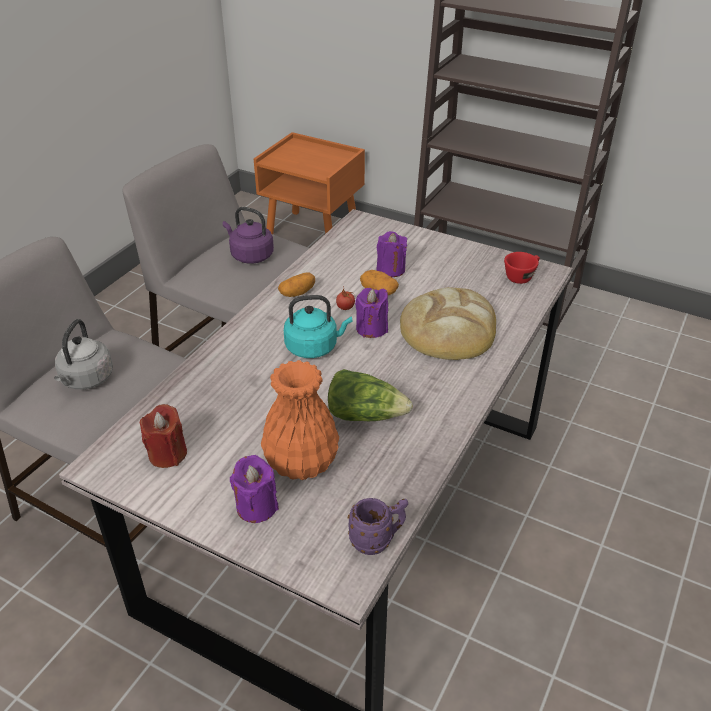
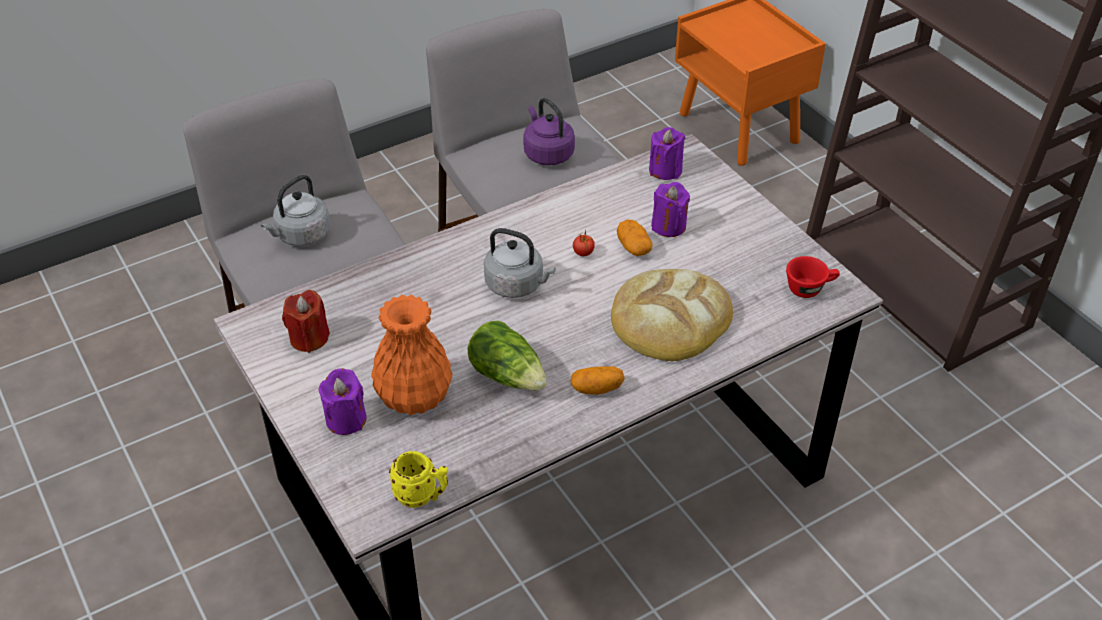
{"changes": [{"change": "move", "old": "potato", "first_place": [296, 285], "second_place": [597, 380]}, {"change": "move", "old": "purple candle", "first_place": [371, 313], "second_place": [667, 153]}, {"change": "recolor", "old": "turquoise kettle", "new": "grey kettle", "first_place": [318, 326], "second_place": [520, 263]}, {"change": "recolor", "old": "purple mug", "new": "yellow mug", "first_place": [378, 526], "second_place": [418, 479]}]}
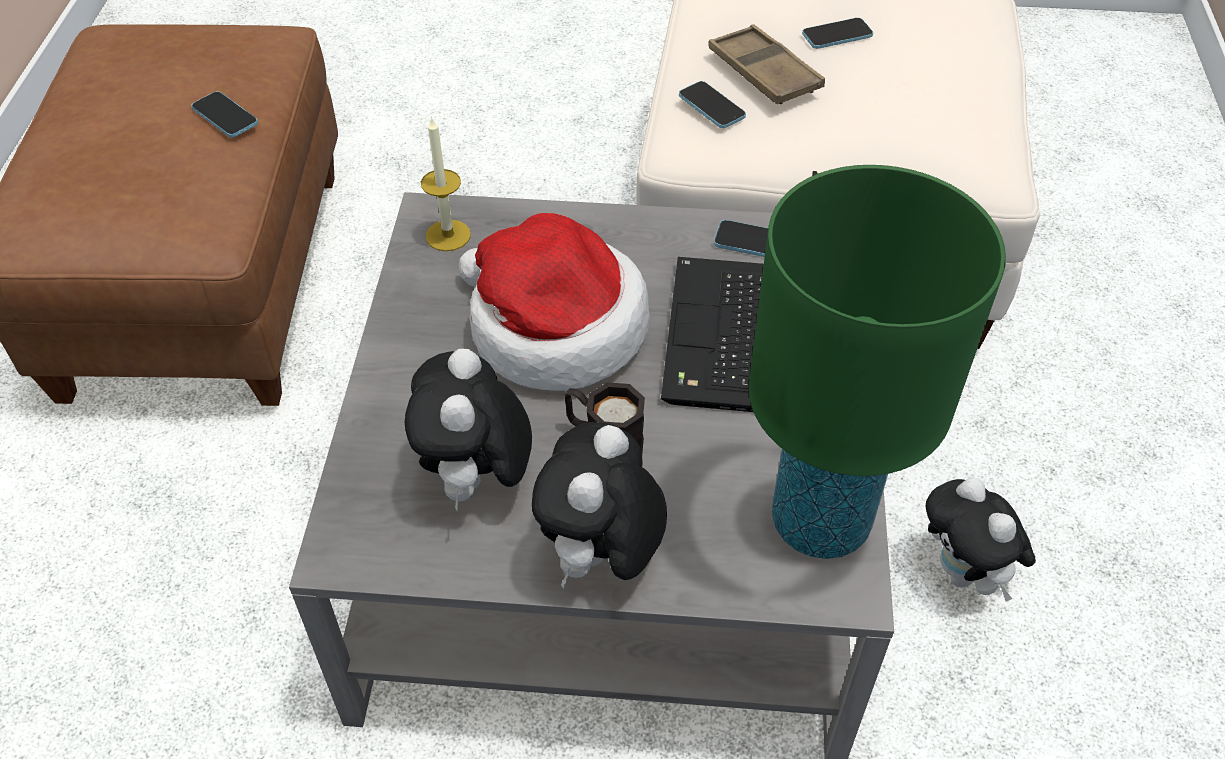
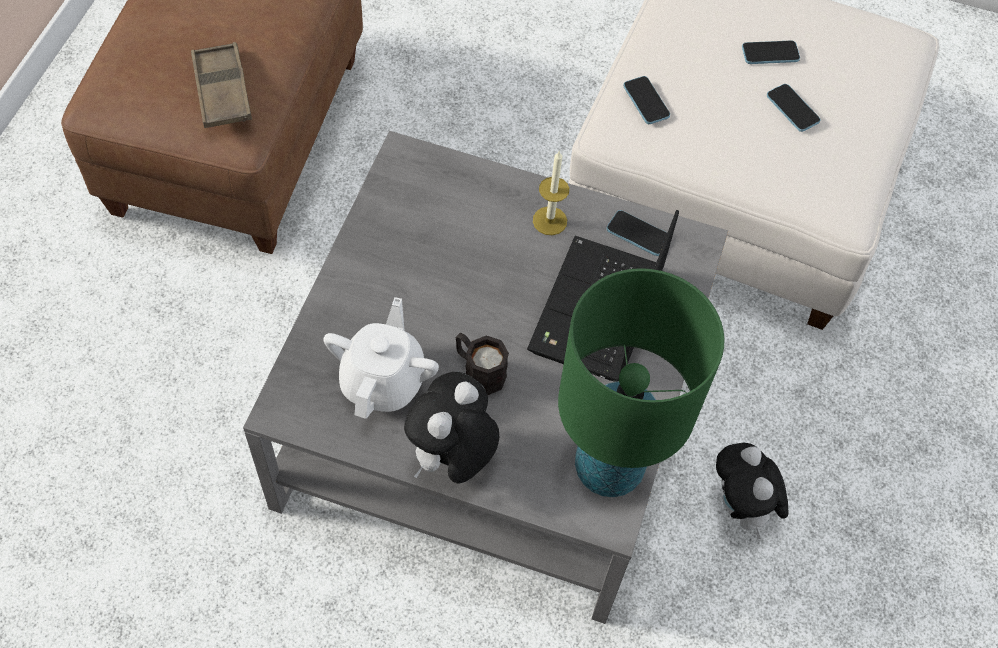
{"changes": [{"change": "delete", "old": "hat", "first_place": [554, 302]}, {"change": "move", "old": "phone", "first_place": [224, 114], "second_place": [794, 108]}, {"change": "move", "old": "candle", "first_place": [446, 184], "second_place": [551, 192]}, {"change": "move", "old": "brown tray", "first_place": [766, 64], "second_place": [221, 85]}, {"change": "replace", "old": "plush toy", "new": "white teapot", "first_place": [468, 430], "second_place": [381, 358]}]}
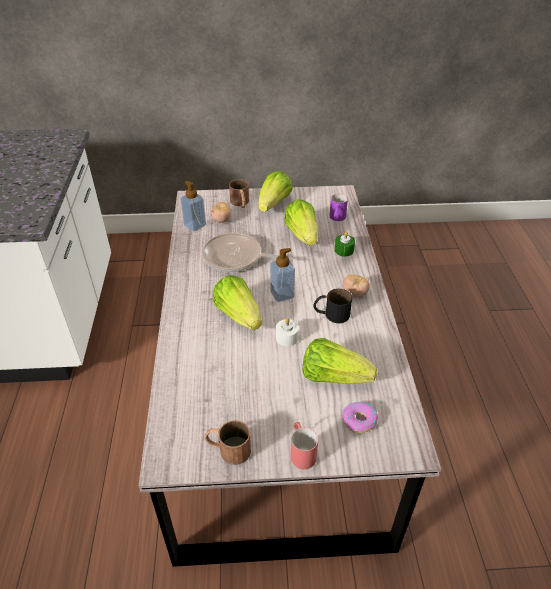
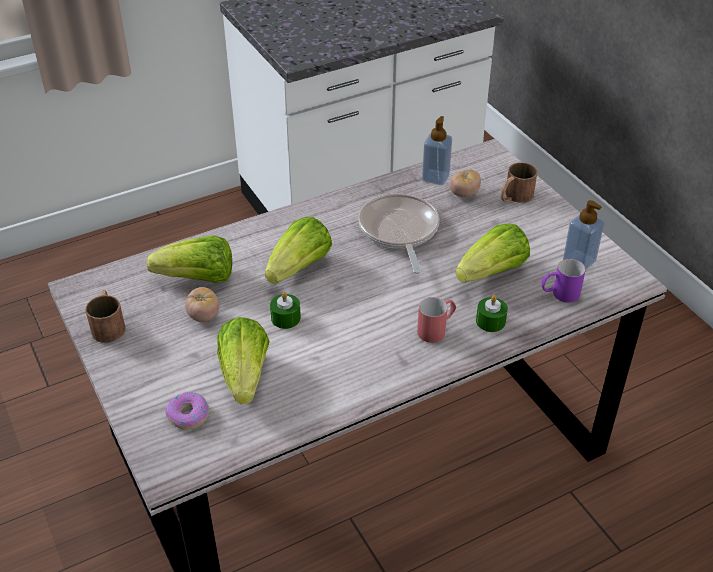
{"changes": [{"change": "delete", "old": "black mug", "first_place": [332, 306]}, {"change": "move", "old": "lettuce", "first_place": [275, 191], "second_place": [189, 259]}, {"change": "move", "old": "soap dispenser", "first_place": [282, 275], "second_place": [583, 234]}, {"change": "move", "old": "red mug", "first_place": [304, 445], "second_place": [436, 320]}, {"change": "move", "old": "tomato", "first_place": [356, 286], "second_place": [202, 304]}, {"change": "recolor", "old": "white candle", "new": "green candle", "first_place": [287, 332], "second_place": [285, 310]}]}
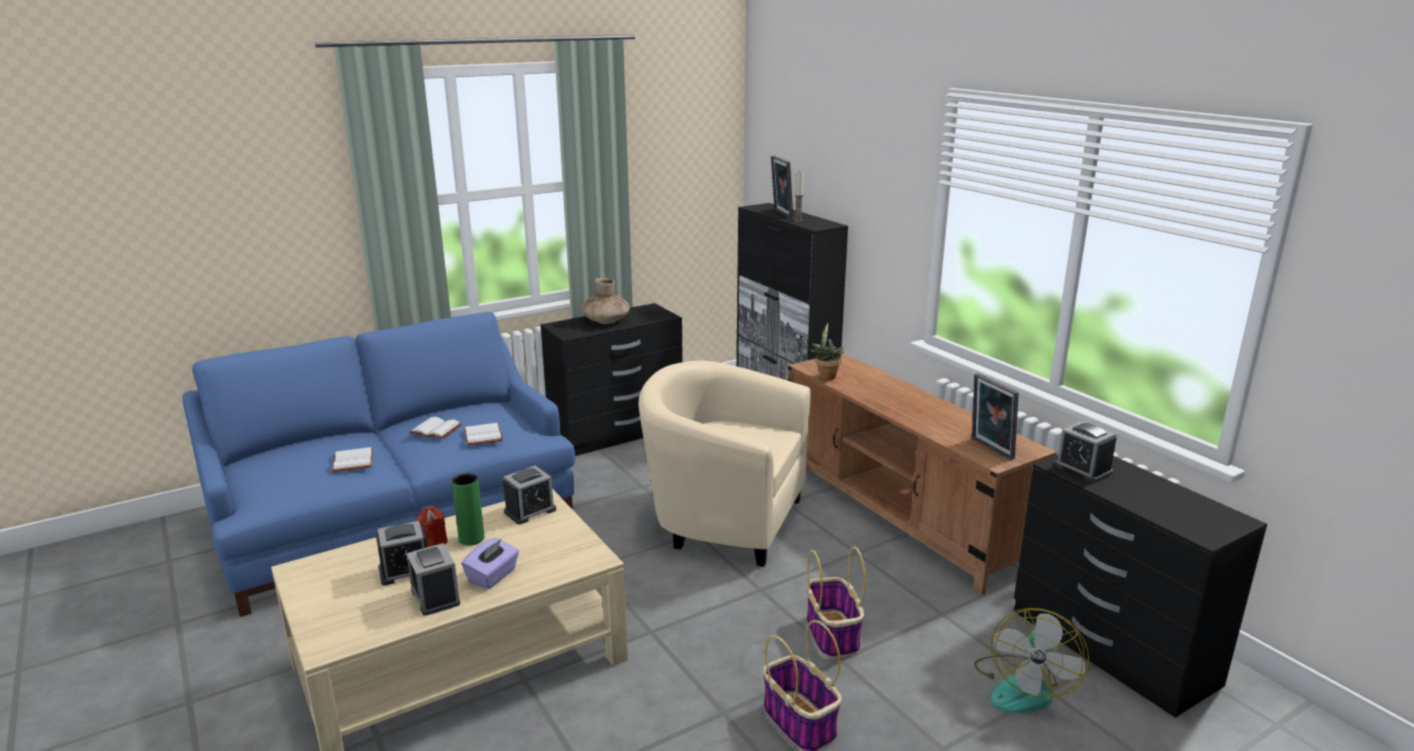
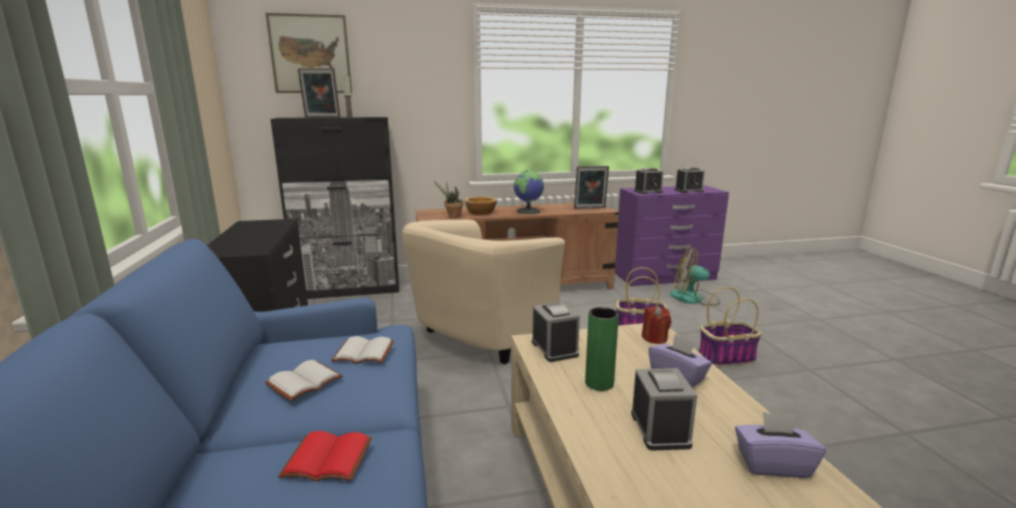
{"changes": [{"change": "delete", "old": "brown vase", "first_place": [605, 301]}, {"change": "insert", "new": "picture", "second_place": [309, 53]}, {"change": "insert", "new": "bowl", "second_place": [481, 206]}, {"change": "insert", "new": "globe", "second_place": [529, 192]}, {"change": "insert", "new": "purple tissue box", "second_place": [780, 445]}, {"change": "move", "old": "alarm clock", "first_place": [433, 579], "second_place": [690, 180]}, {"change": "move", "old": "red candle", "first_place": [432, 526], "second_place": [656, 325]}, {"change": "recolor", "old": "white book", "new": "red book", "first_place": [352, 459], "second_place": [325, 456]}, {"change": "recolor", "old": "black dresser", "new": "purple dresser", "first_place": [1140, 586], "second_place": [672, 235]}, {"change": "rotate", "old": "fan", "first_place": [1031, 660], "second_place": [695, 276], "degrees": 150}]}
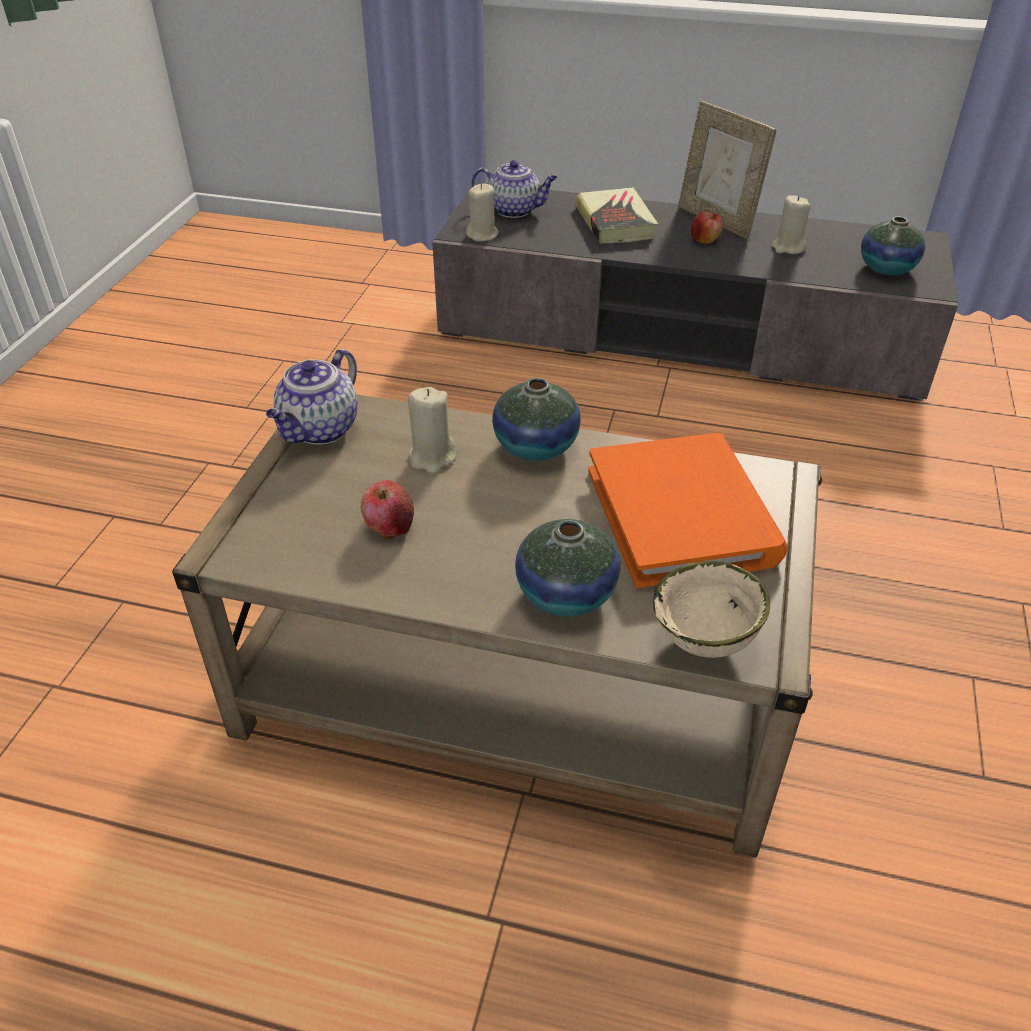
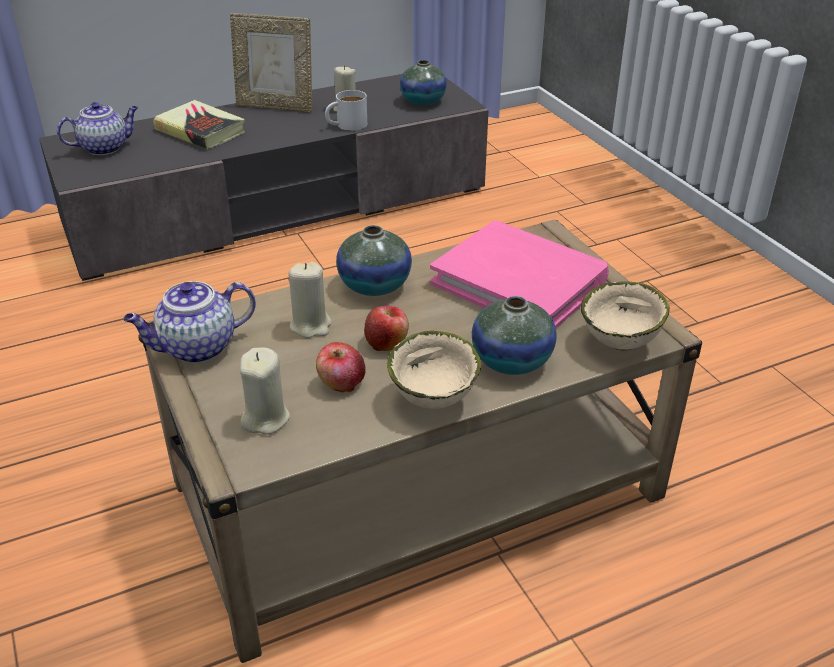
{"changes": [{"change": "insert", "new": "white mug", "second_place": [346, 110]}, {"change": "insert", "new": "beige bowl", "second_place": [434, 370]}, {"change": "move", "old": "beige candle", "first_place": [482, 212], "second_place": [265, 391]}, {"change": "move", "old": "apple", "first_place": [707, 227], "second_place": [386, 328]}, {"change": "recolor", "old": "orange book", "new": "pink book", "first_place": [688, 510], "second_place": [519, 274]}, {"change": "rotate", "old": "teapot", "first_place": [312, 396], "second_place": [189, 322], "degrees": 75}]}
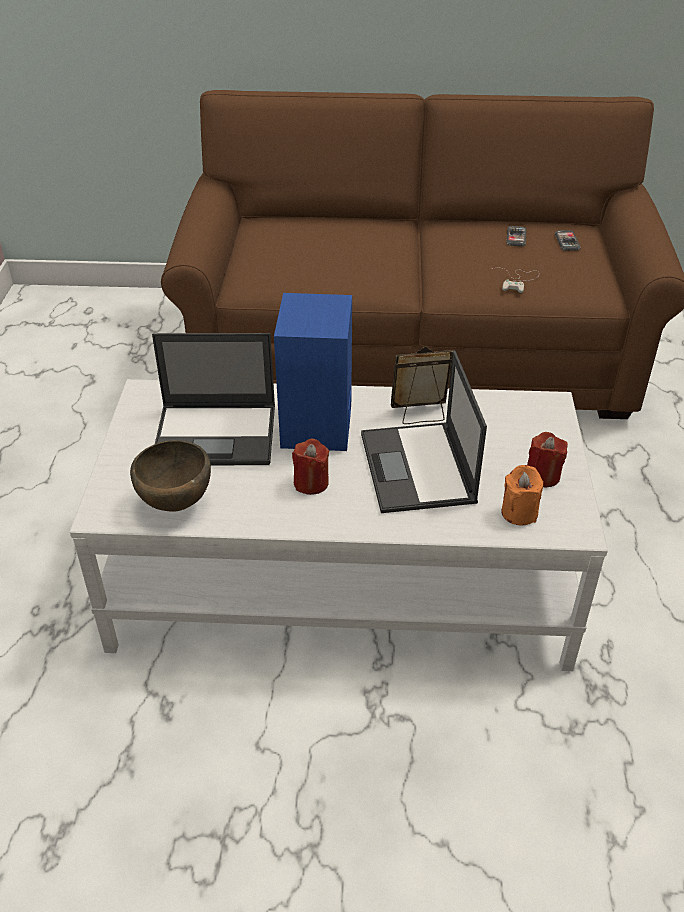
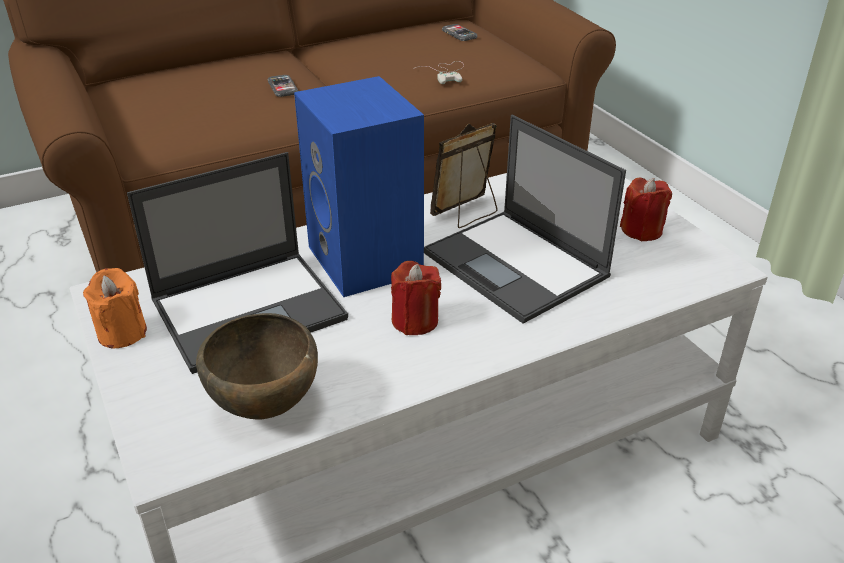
{"changes": [{"change": "move", "old": "orange candle", "first_place": [522, 495], "second_place": [115, 308]}, {"change": "move", "old": "phone", "first_place": [516, 236], "second_place": [283, 86]}]}
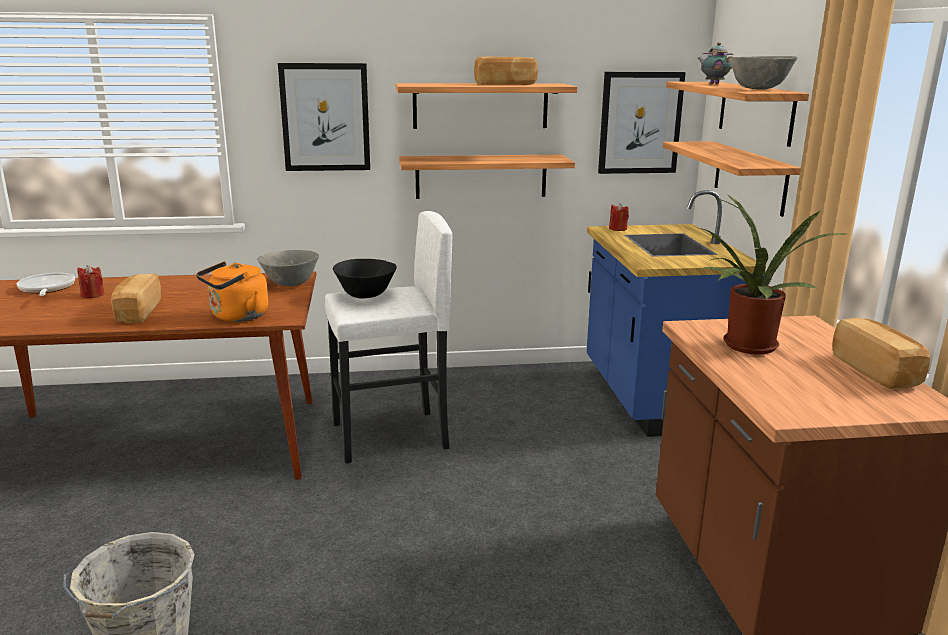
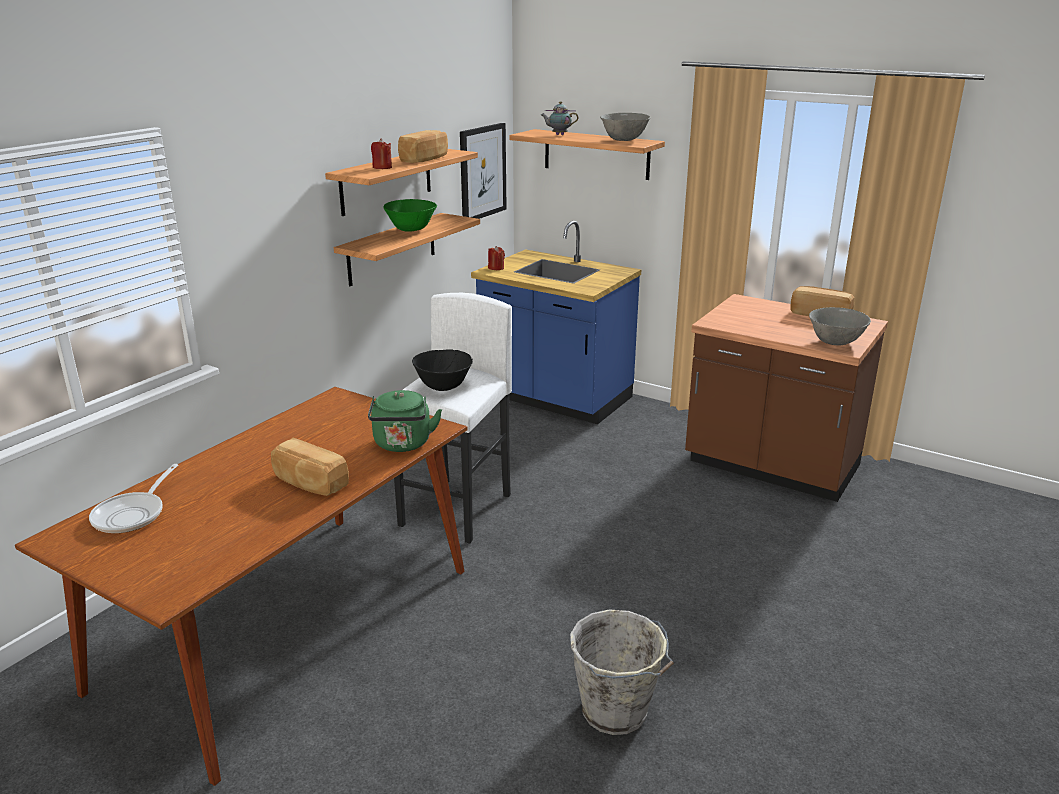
{"changes": [{"change": "delete", "old": "picture", "first_place": [324, 117]}, {"change": "delete", "old": "shelf", "first_place": [732, 179]}, {"change": "delete", "old": "potted plant", "first_place": [772, 274]}, {"change": "insert", "new": "green bowl", "second_place": [410, 215]}, {"change": "move", "old": "red candle", "first_place": [90, 281], "second_place": [381, 153]}, {"change": "move", "old": "grey bowl", "first_place": [288, 268], "second_place": [840, 326]}, {"change": "recolor", "old": "orange kettle", "new": "green kettle", "first_place": [232, 291], "second_place": [405, 421]}, {"change": "rotate", "old": "frying pan", "first_place": [46, 284], "second_place": [133, 498], "degrees": -90}]}
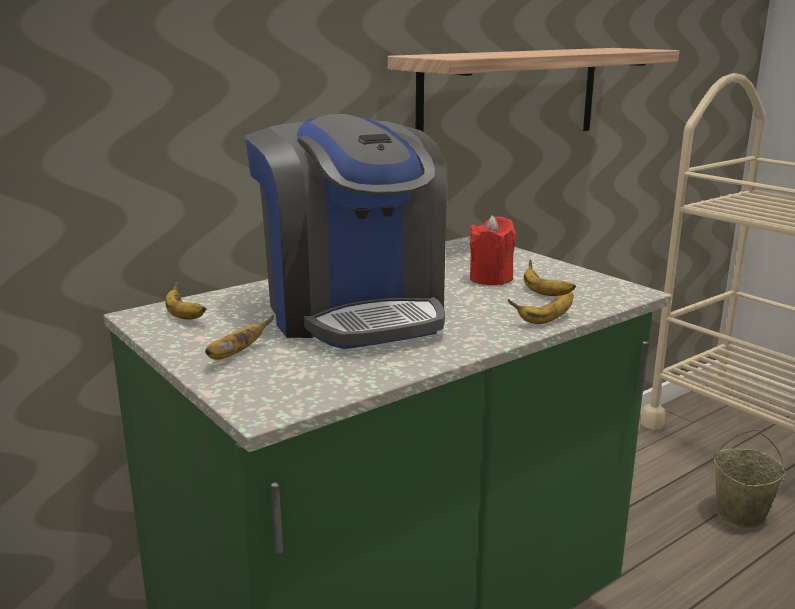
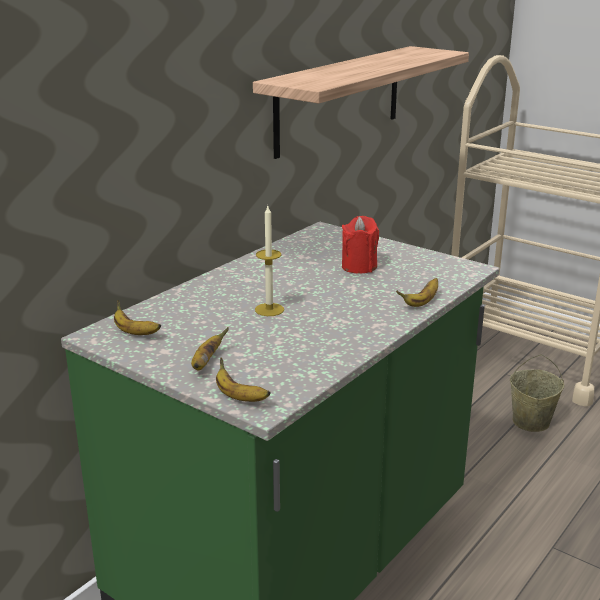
{"changes": [{"change": "move", "old": "banana", "first_place": [550, 278], "second_place": [243, 379]}, {"change": "replace", "old": "coffee machine", "new": "candle", "first_place": [346, 231], "second_place": [269, 261]}]}
